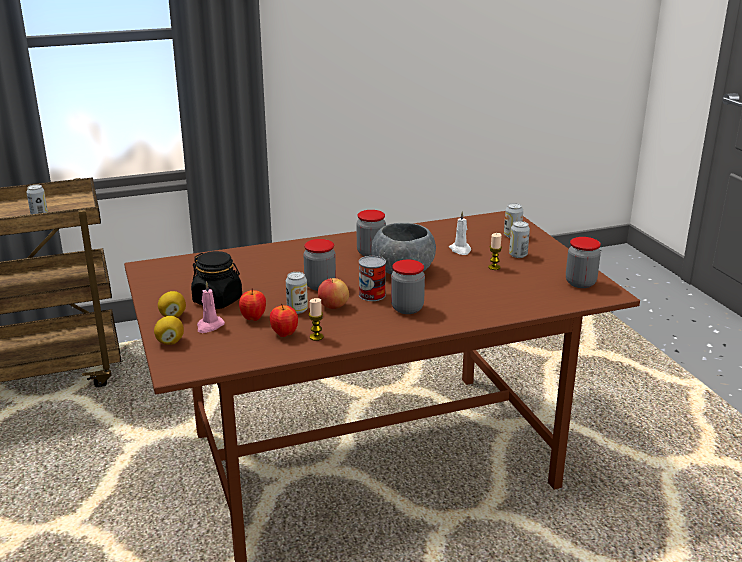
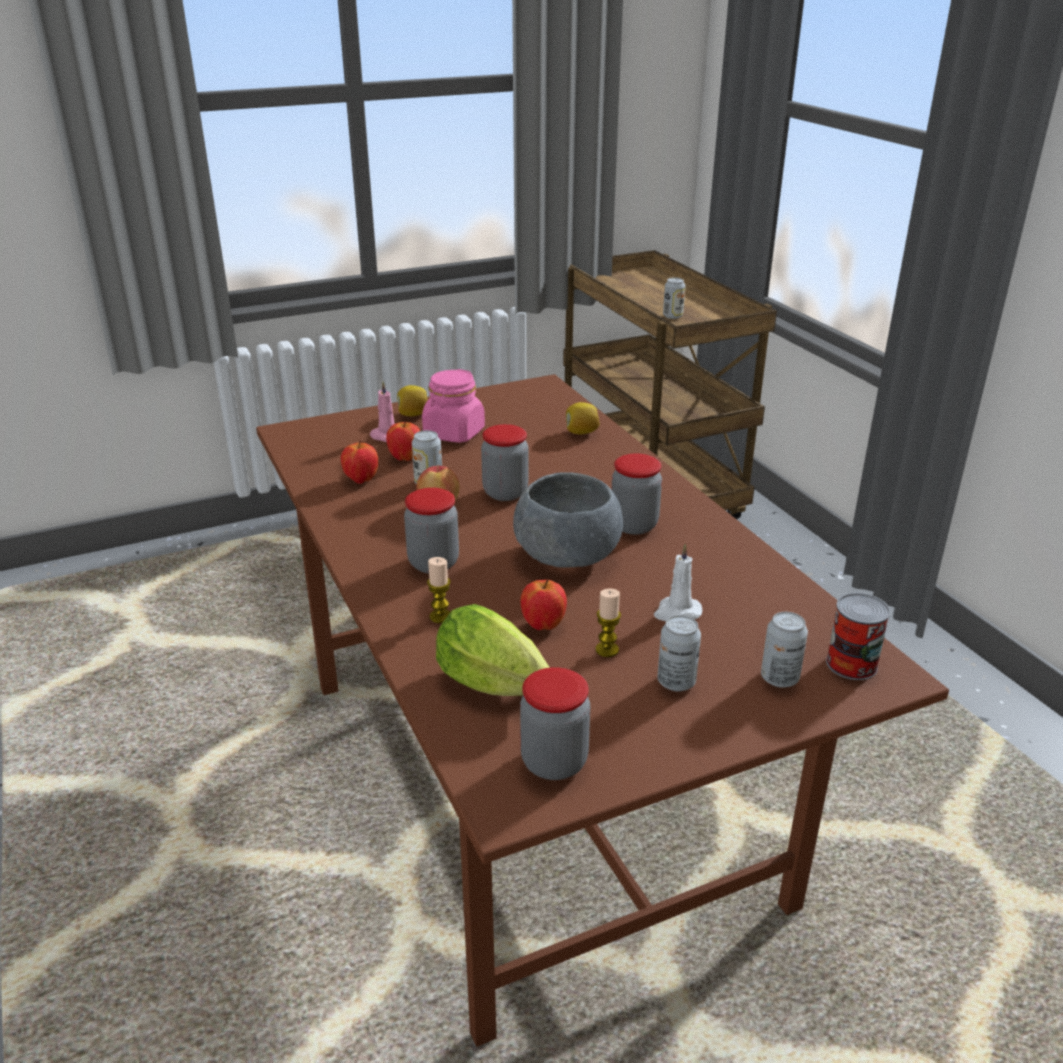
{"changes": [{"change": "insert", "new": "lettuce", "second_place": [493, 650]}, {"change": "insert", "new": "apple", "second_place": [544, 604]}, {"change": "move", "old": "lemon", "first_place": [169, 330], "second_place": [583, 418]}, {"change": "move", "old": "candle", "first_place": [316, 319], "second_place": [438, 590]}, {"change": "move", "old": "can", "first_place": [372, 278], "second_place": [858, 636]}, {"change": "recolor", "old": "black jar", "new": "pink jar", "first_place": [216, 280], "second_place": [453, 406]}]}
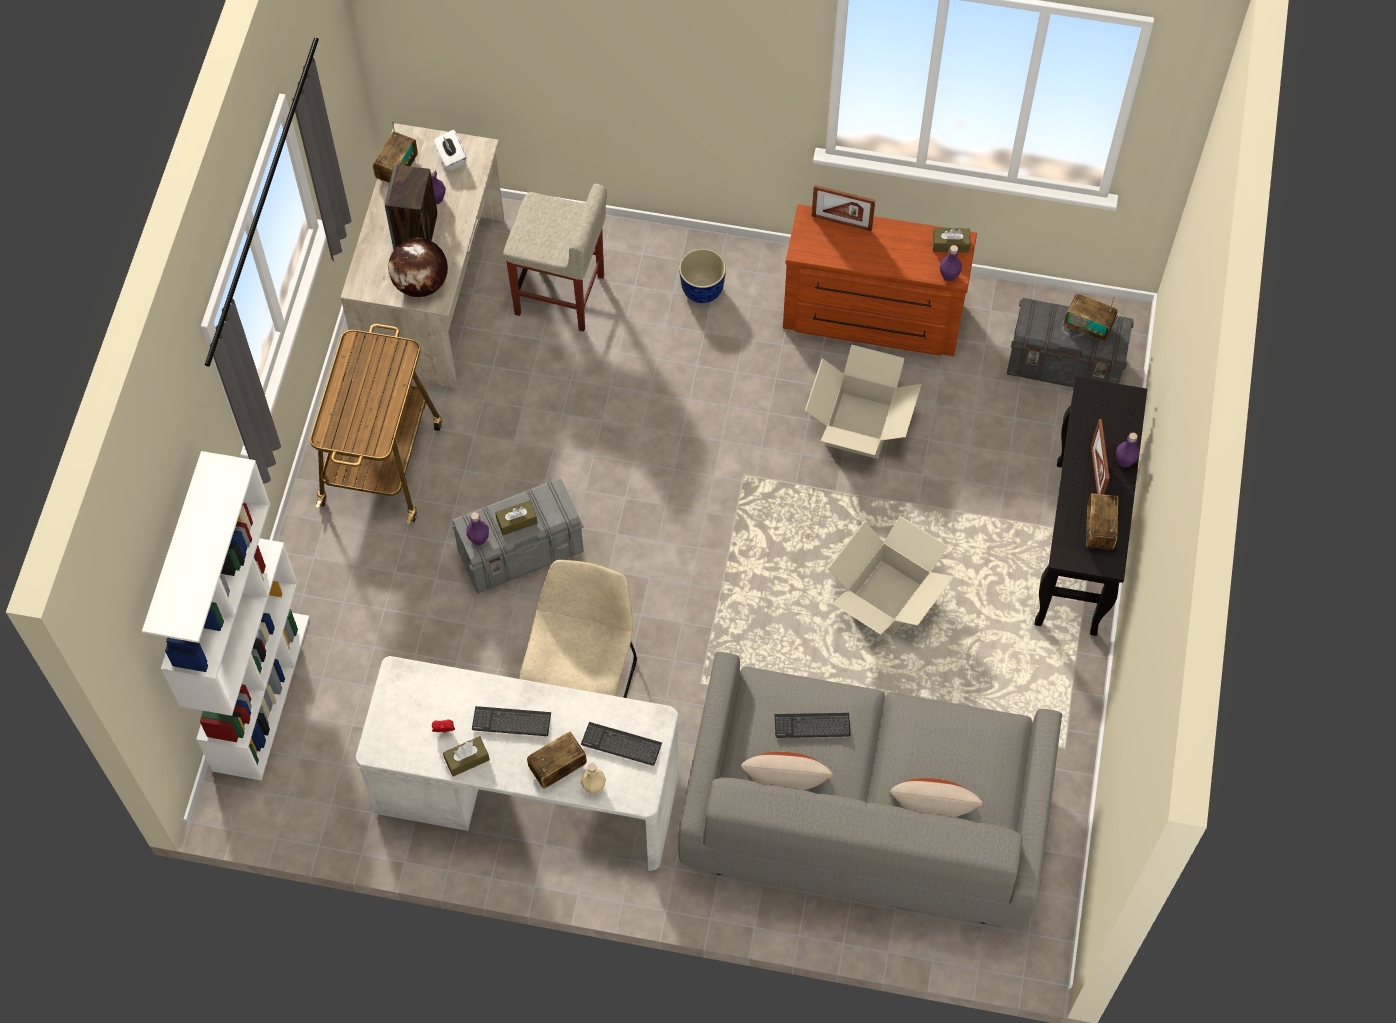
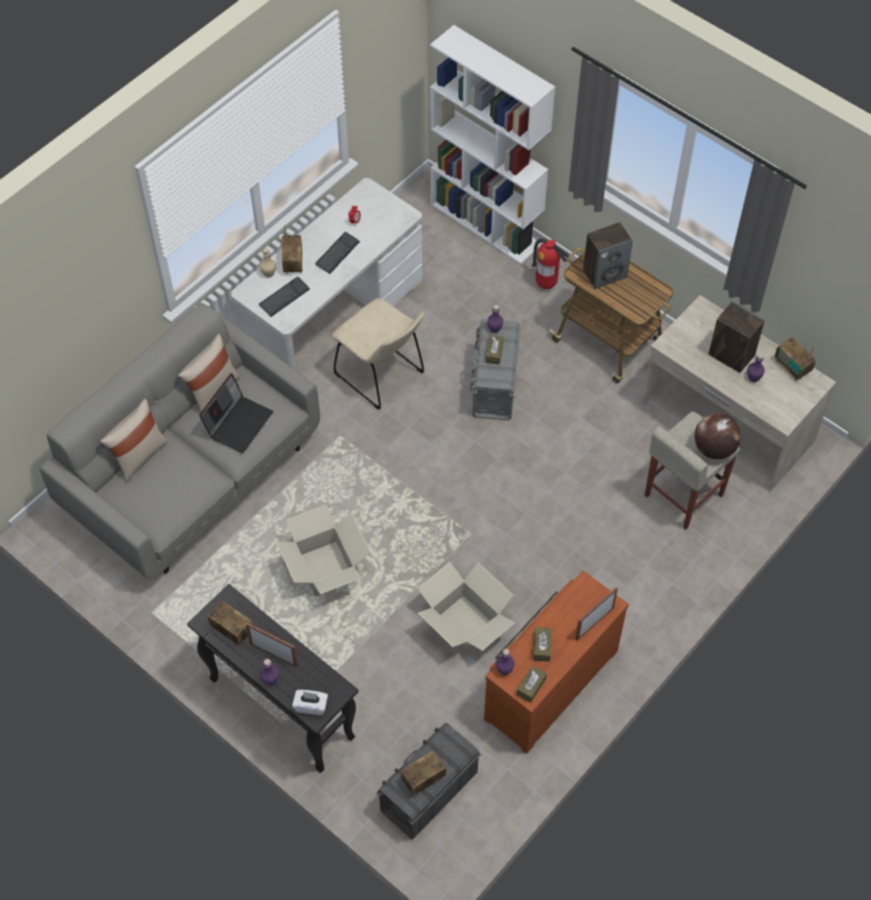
{"changes": [{"change": "delete", "old": "planter", "first_place": [702, 275]}, {"change": "insert", "new": "fire extinguisher", "second_place": [550, 263]}, {"change": "insert", "new": "speaker", "second_place": [608, 255]}, {"change": "move", "old": "globe", "first_place": [418, 267], "second_place": [718, 436]}, {"change": "move", "old": "white tissue box", "first_place": [450, 150], "second_place": [310, 702]}, {"change": "move", "old": "brown tissue box", "first_place": [466, 756], "second_place": [542, 644]}, {"change": "replace", "old": "keyboard", "new": "laptop", "first_place": [812, 725], "second_place": [236, 413]}]}
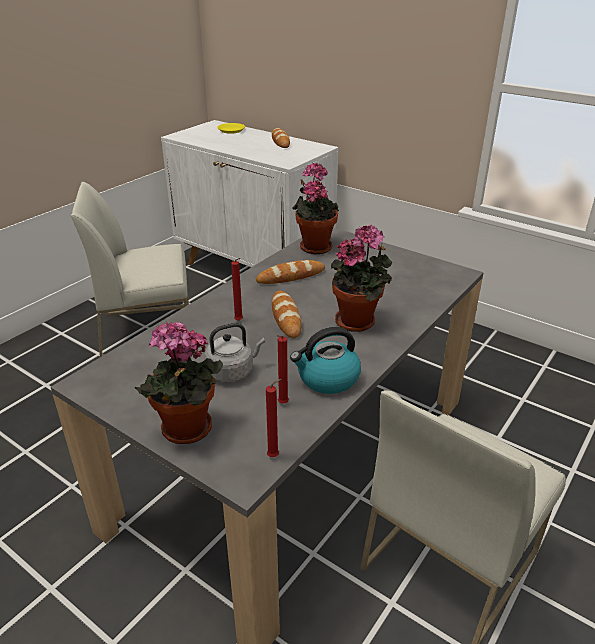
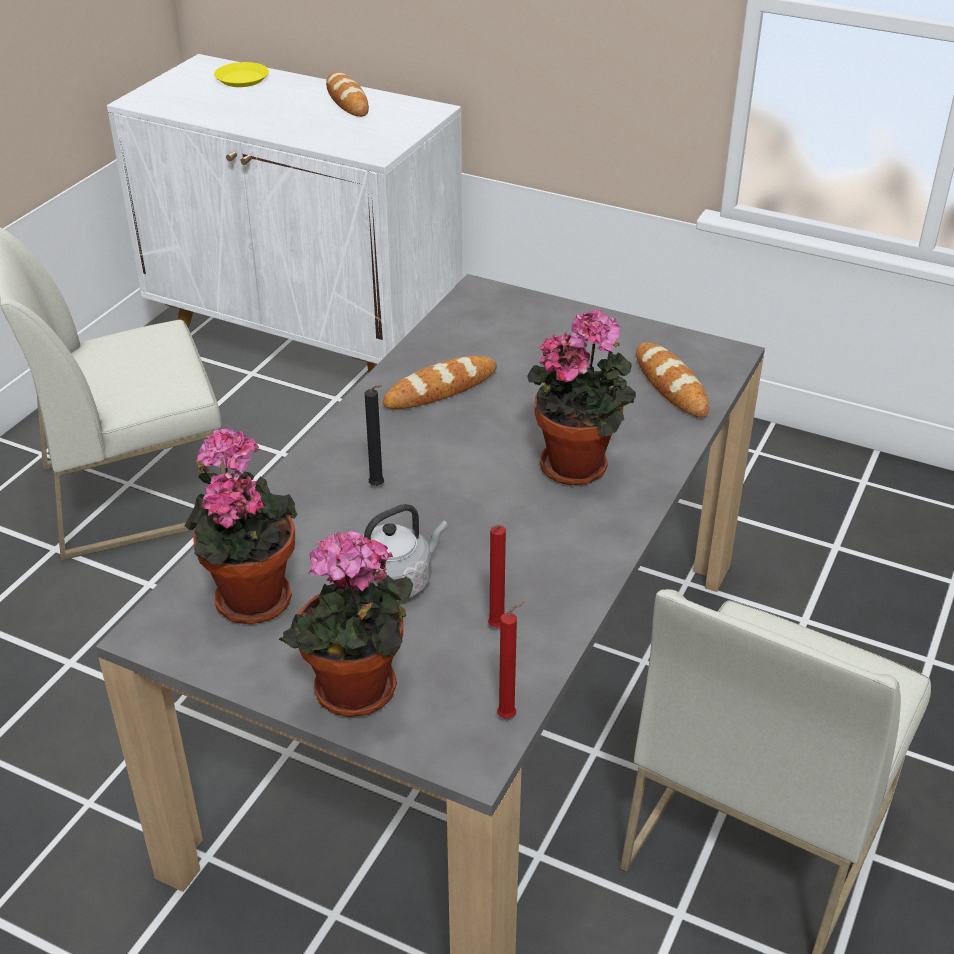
{"changes": [{"change": "delete", "old": "kettle", "first_place": [325, 360]}, {"change": "move", "old": "bread", "first_place": [286, 314], "second_place": [672, 380]}, {"change": "move", "old": "potted plant", "first_place": [316, 209], "second_place": [241, 526]}, {"change": "recolor", "old": "red candle", "new": "black candle", "first_place": [237, 289], "second_place": [374, 435]}]}
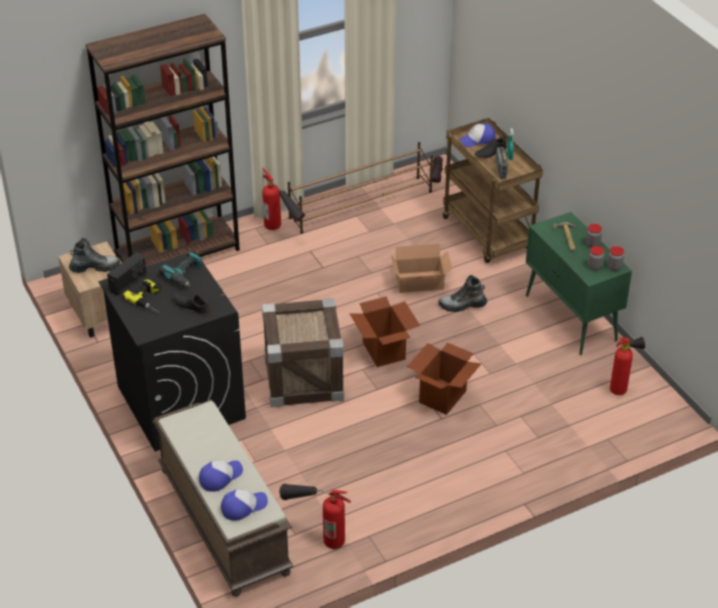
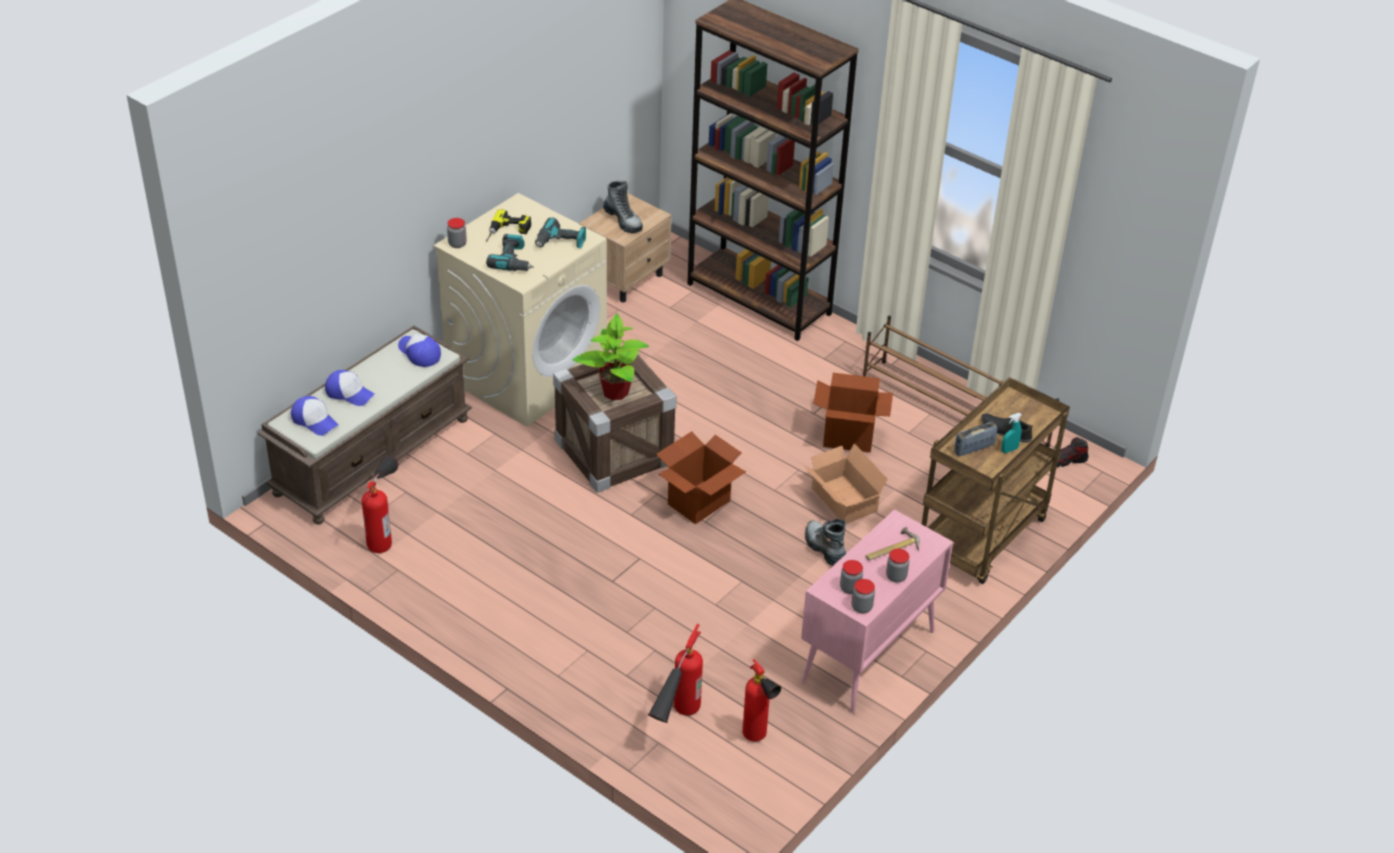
{"changes": [{"change": "delete", "old": "radio", "first_place": [126, 273]}, {"change": "insert", "new": "jar", "second_place": [457, 233]}, {"change": "insert", "new": "potted plant", "second_place": [610, 356]}, {"change": "move", "old": "fire extinguisher", "first_place": [284, 199], "second_place": [675, 673]}, {"change": "move", "old": "cardboard box", "first_place": [444, 378], "second_place": [853, 413]}, {"change": "move", "old": "cap", "first_place": [478, 135], "second_place": [419, 350]}, {"change": "replace", "old": "black shoe", "new": "power drill", "first_place": [191, 303], "second_place": [510, 252]}, {"change": "recolor", "old": "black washing machine", "new": "beige washing machine", "first_place": [172, 351], "second_place": [520, 310]}, {"change": "recolor", "old": "green cabinet", "new": "pink cabinet", "first_place": [579, 283], "second_place": [877, 611]}]}
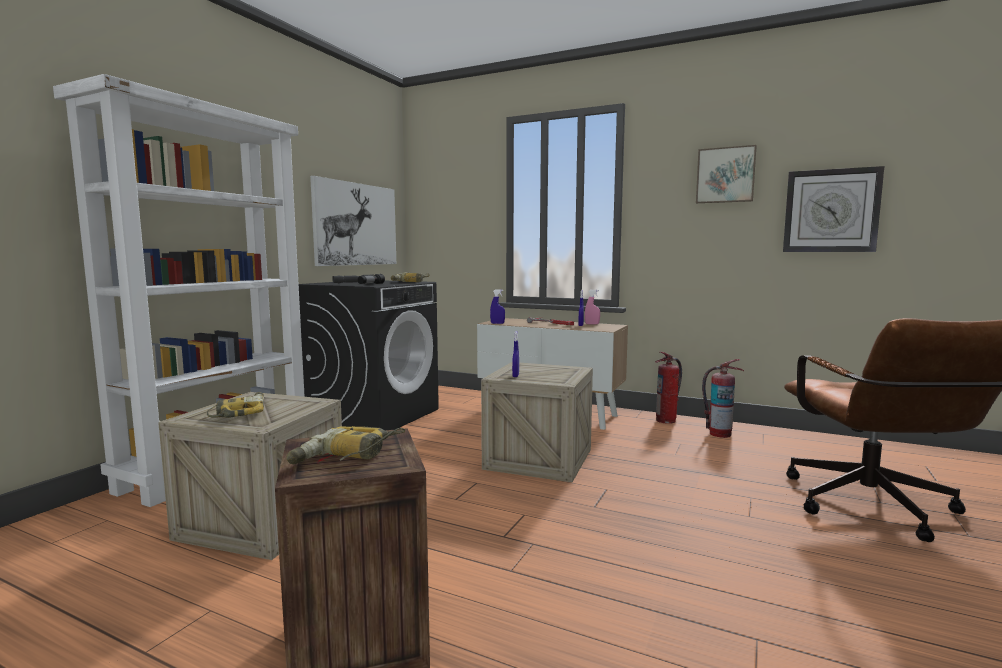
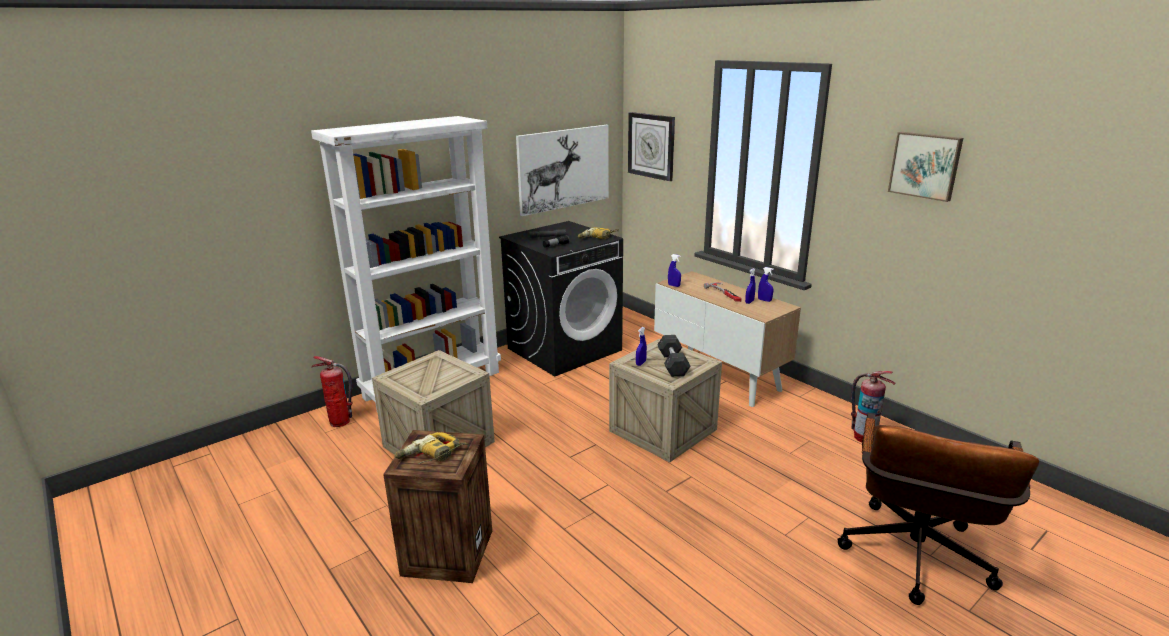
{"changes": [{"change": "delete", "old": "power drill", "first_place": [235, 405]}, {"change": "insert", "new": "grey dumbbell", "second_place": [674, 356]}, {"change": "move", "old": "fire extinguisher", "first_place": [668, 387], "second_place": [331, 391]}, {"change": "move", "old": "wall clock", "first_place": [833, 209], "second_place": [651, 146]}, {"change": "recolor", "old": "pink spray bottle", "new": "blue spray bottle", "first_place": [592, 307], "second_place": [766, 284]}]}
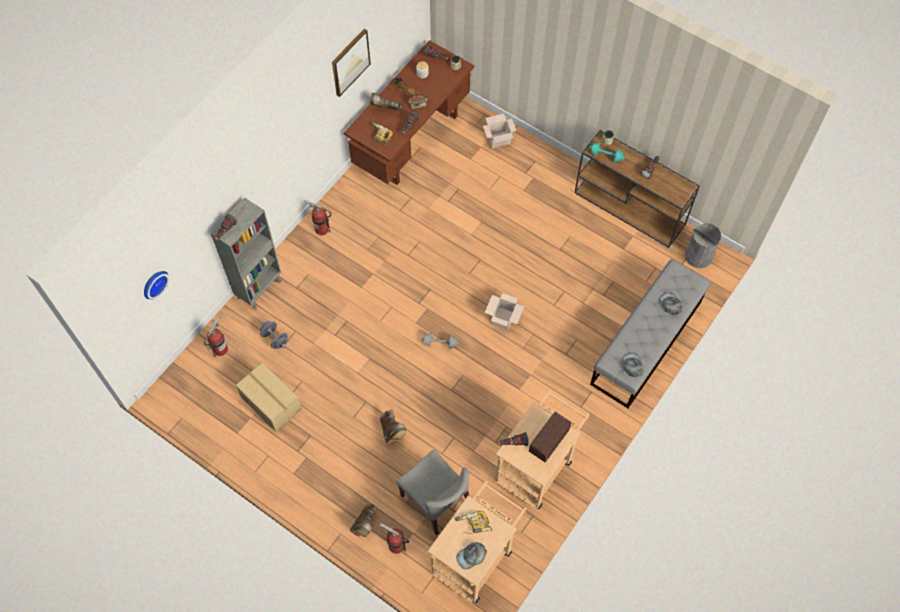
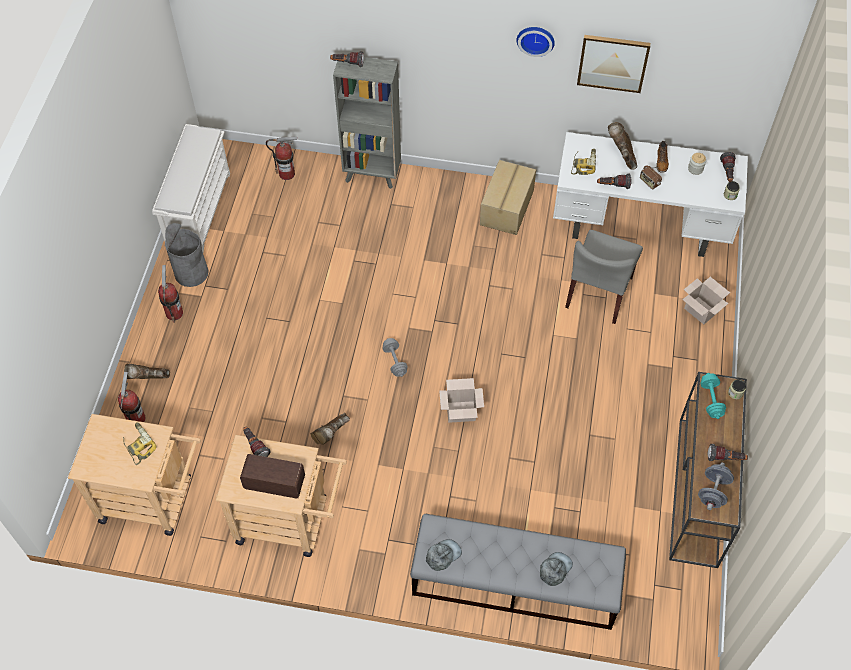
{"changes": [{"change": "delete", "old": "grey cap", "first_place": [471, 555]}, {"change": "insert", "new": "white shoe rack", "second_place": [191, 188]}, {"change": "move", "old": "wall clock", "first_place": [156, 285], "second_place": [535, 42]}, {"change": "move", "old": "cardboard box", "first_place": [269, 397], "second_place": [508, 197]}, {"change": "move", "old": "grey dumbbell", "first_place": [274, 335], "second_place": [716, 486]}, {"change": "move", "old": "fire extinguisher", "first_place": [317, 217], "second_place": [170, 294]}, {"change": "move", "old": "brown boot", "first_place": [393, 427], "second_place": [330, 429]}, {"change": "move", "old": "grey chair", "first_place": [433, 492], "second_place": [604, 277]}, {"change": "move", "old": "grey trash can", "first_place": [703, 245], "second_place": [186, 255]}, {"change": "recolor", "old": "brown desk", "new": "white desk", "first_place": [409, 112], "second_place": [650, 194]}]}
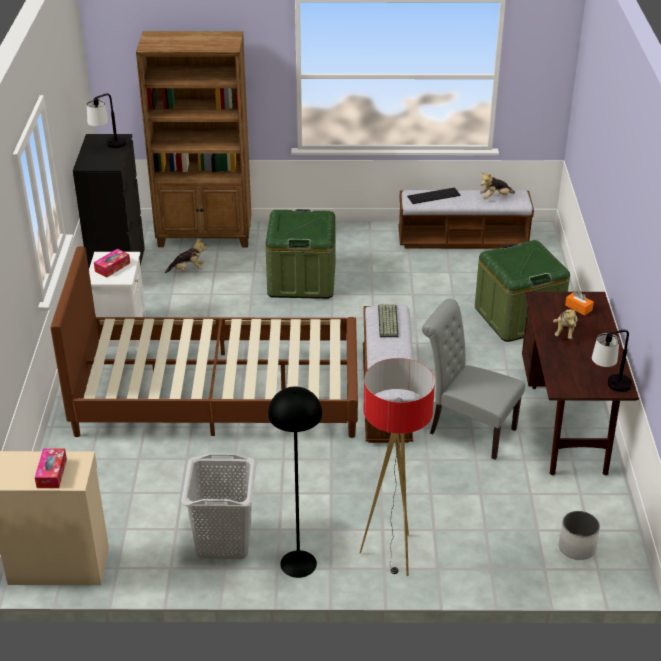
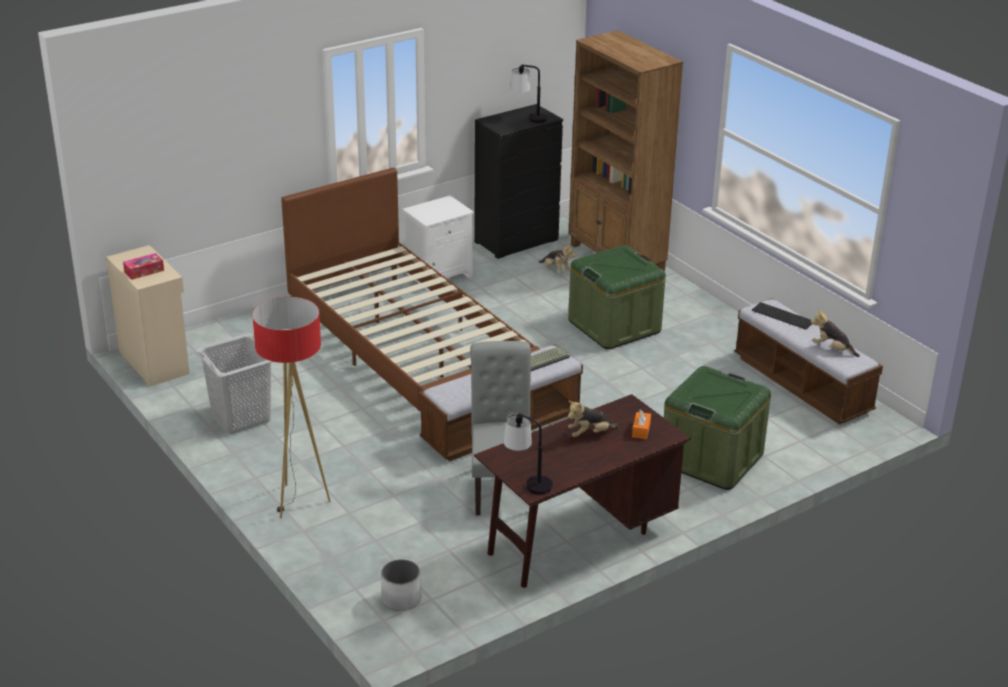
{"changes": [{"change": "delete", "old": "tissue box", "first_place": [112, 263]}, {"change": "delete", "old": "black floor lamp", "first_place": [295, 482]}]}
